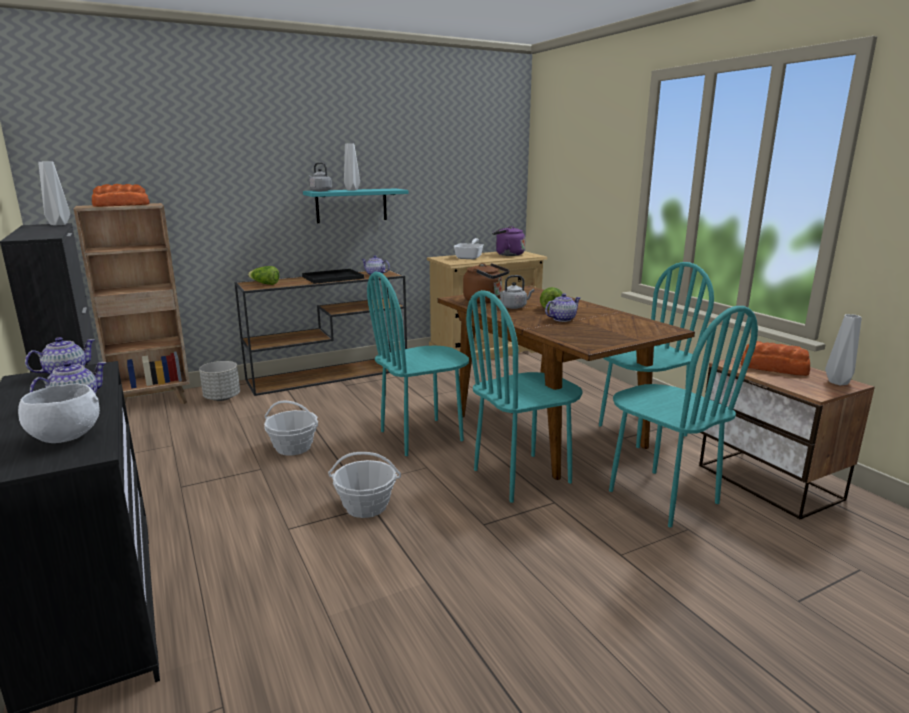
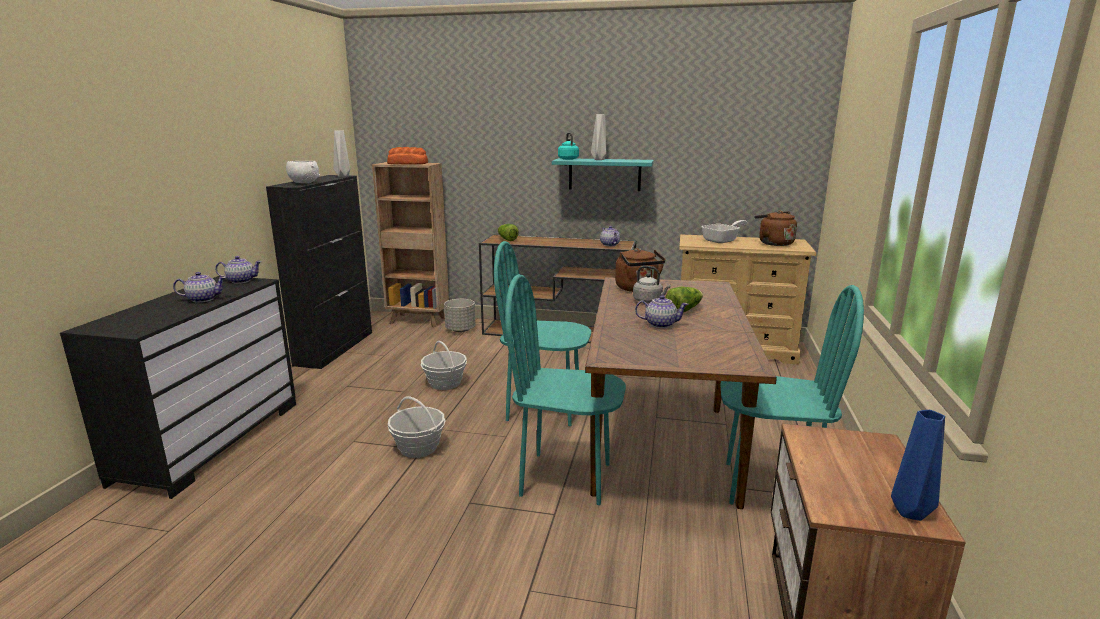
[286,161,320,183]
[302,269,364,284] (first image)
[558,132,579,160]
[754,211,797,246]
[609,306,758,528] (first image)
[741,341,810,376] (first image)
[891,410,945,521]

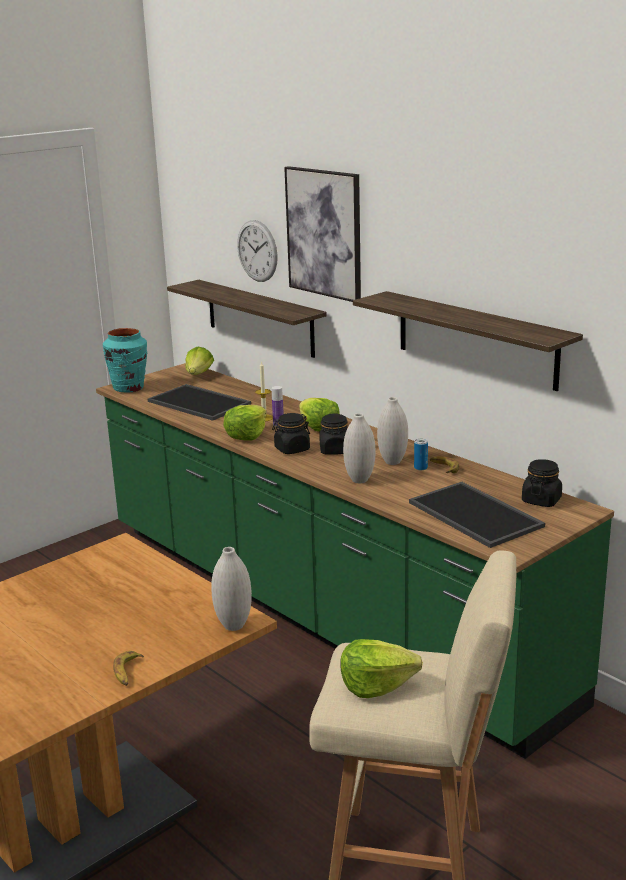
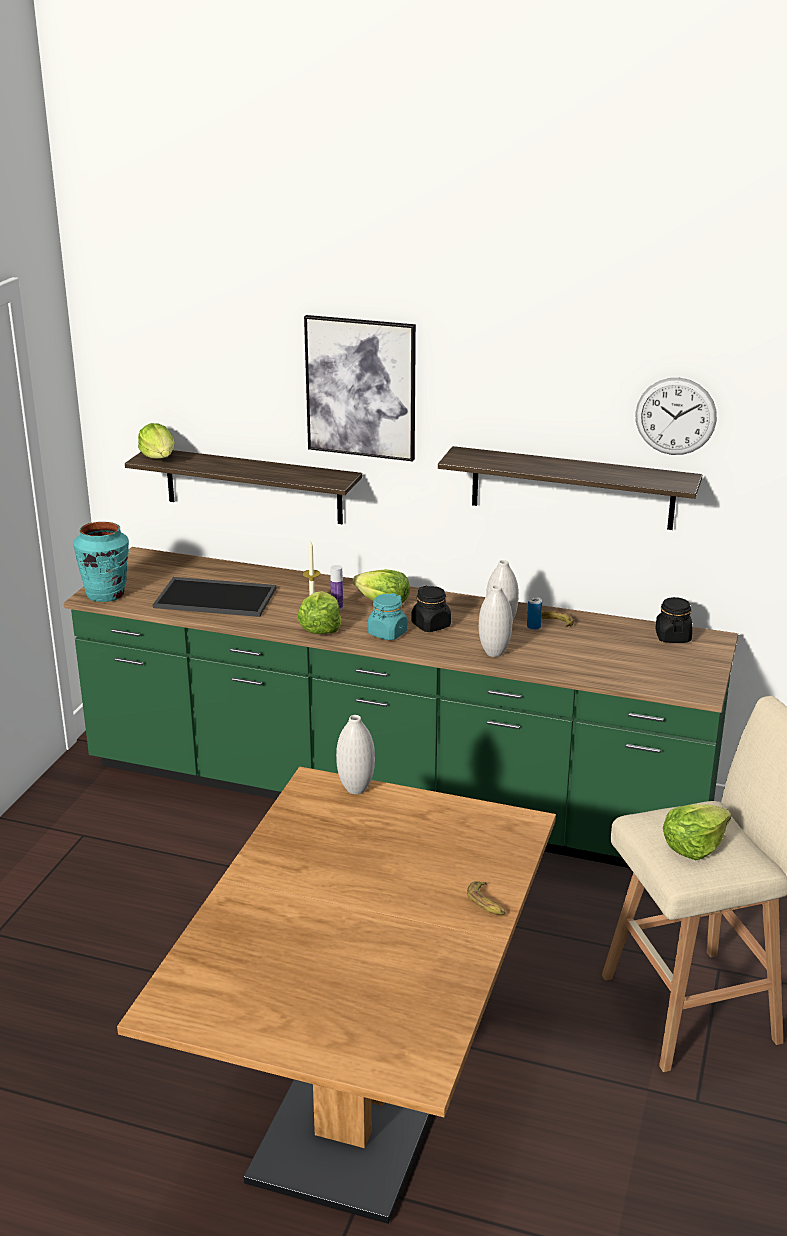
[138,423,175,459]
[336,715,375,794]
[635,378,717,455]
[368,593,408,640]
[409,482,545,548] (first image)

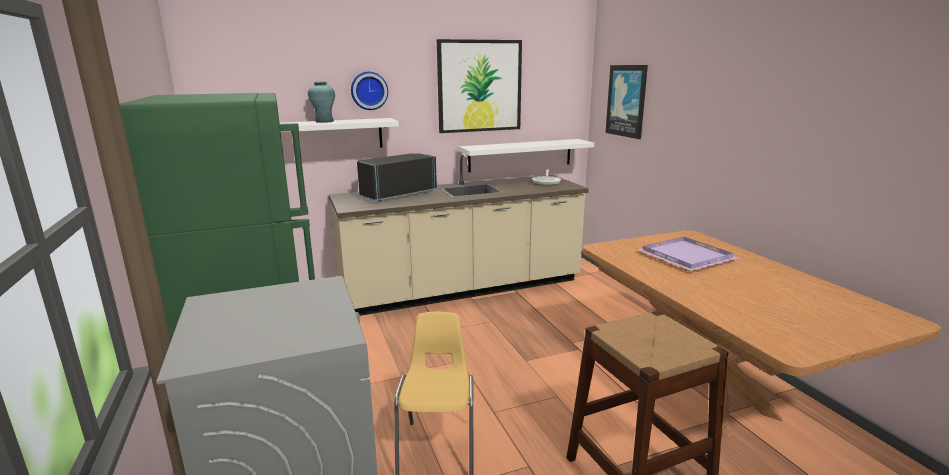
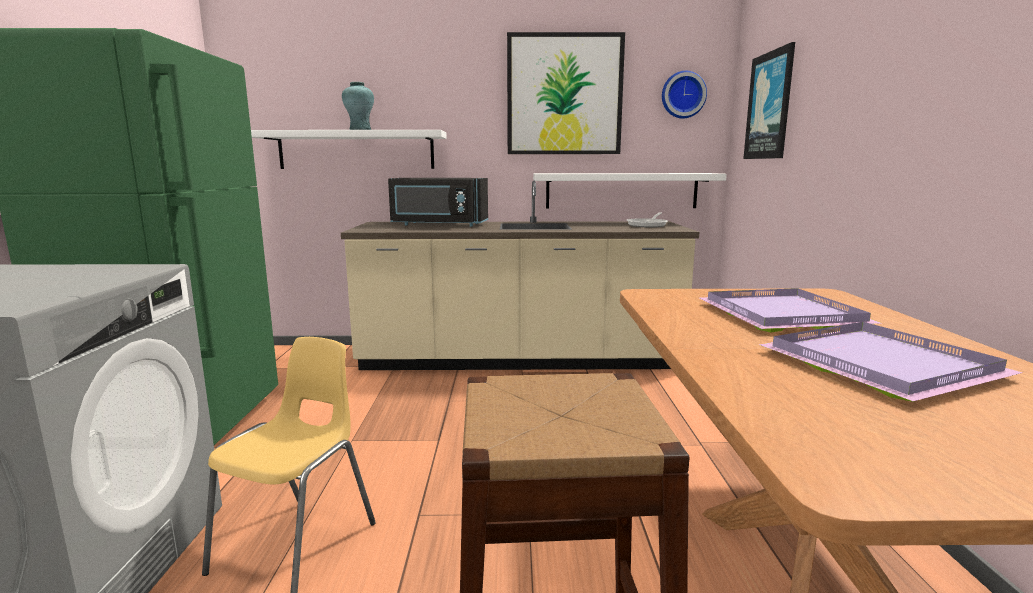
[662,71,707,118]
[388,178,488,227]
[759,322,1023,402]

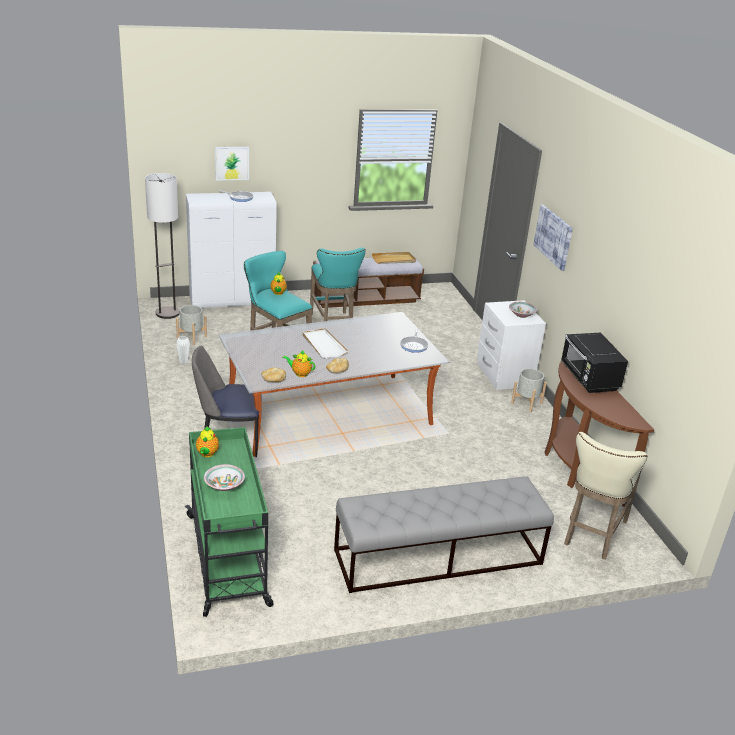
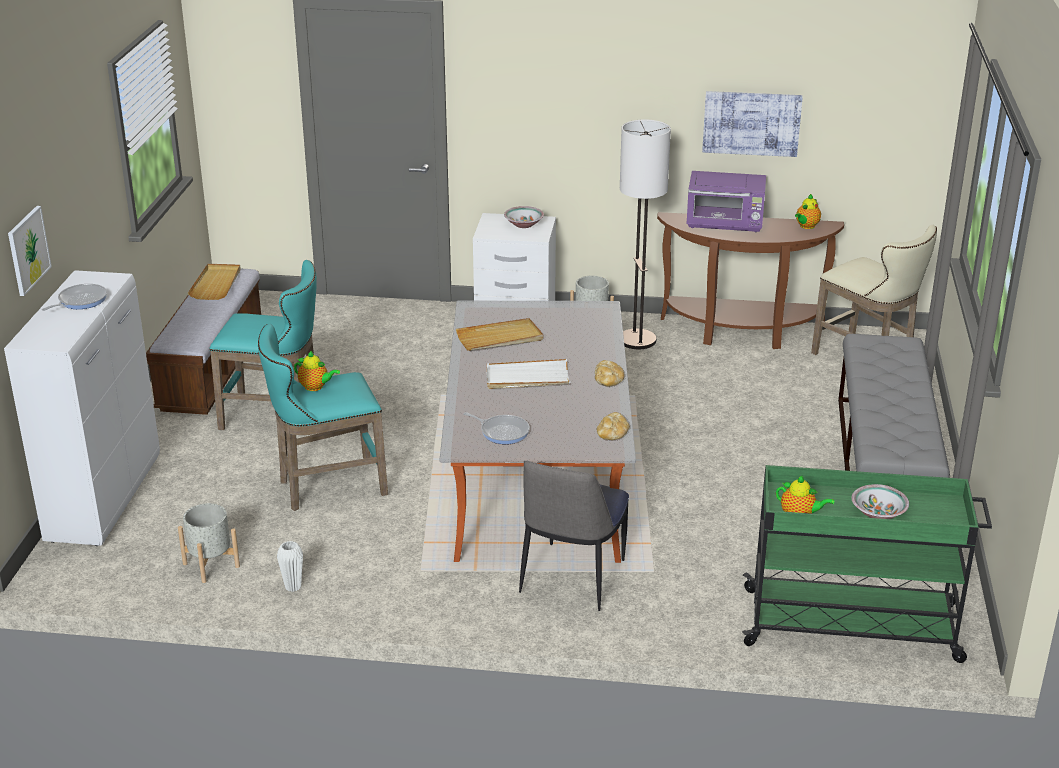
[620,119,671,349]
[795,194,821,229]
[463,412,530,444]
[702,91,803,157]
[687,171,766,232]
[456,318,543,351]

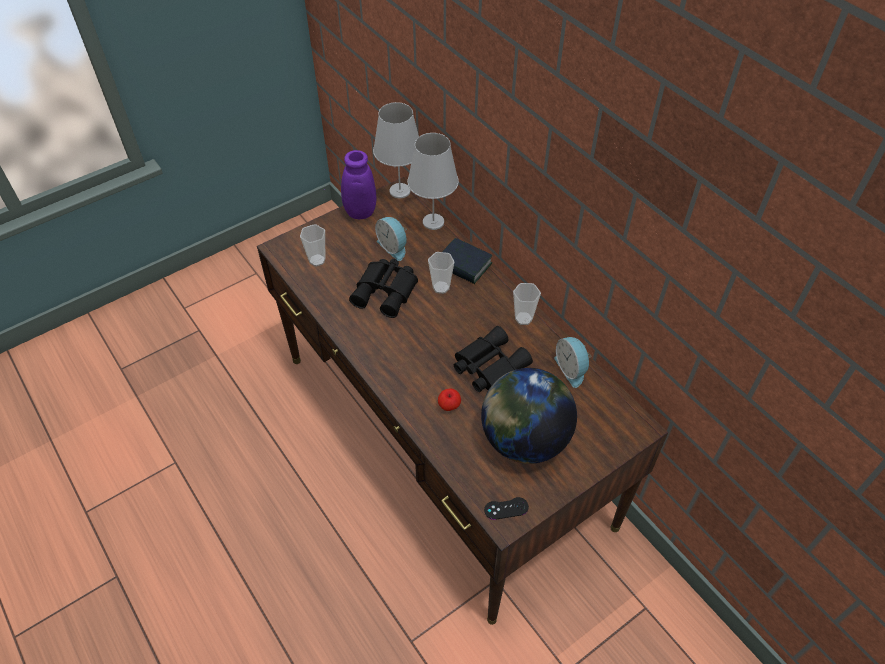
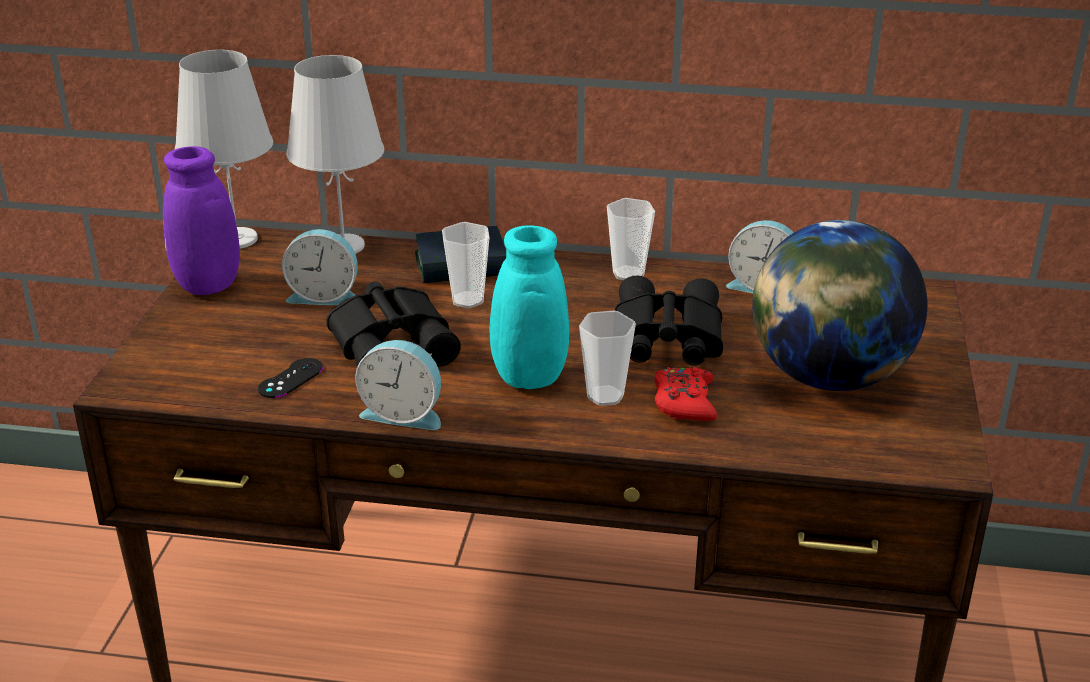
[579,310,636,406]
[654,367,717,421]
[258,358,323,398]
[355,340,441,430]
[490,226,569,389]

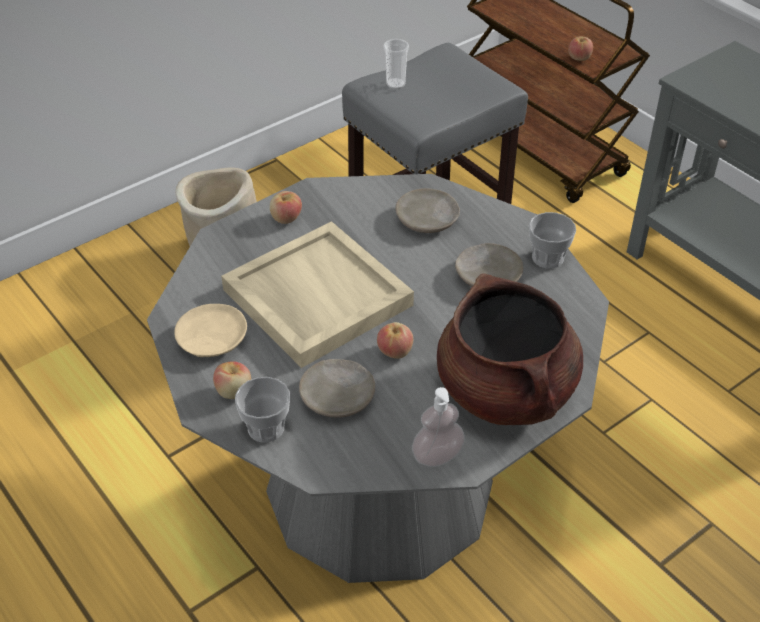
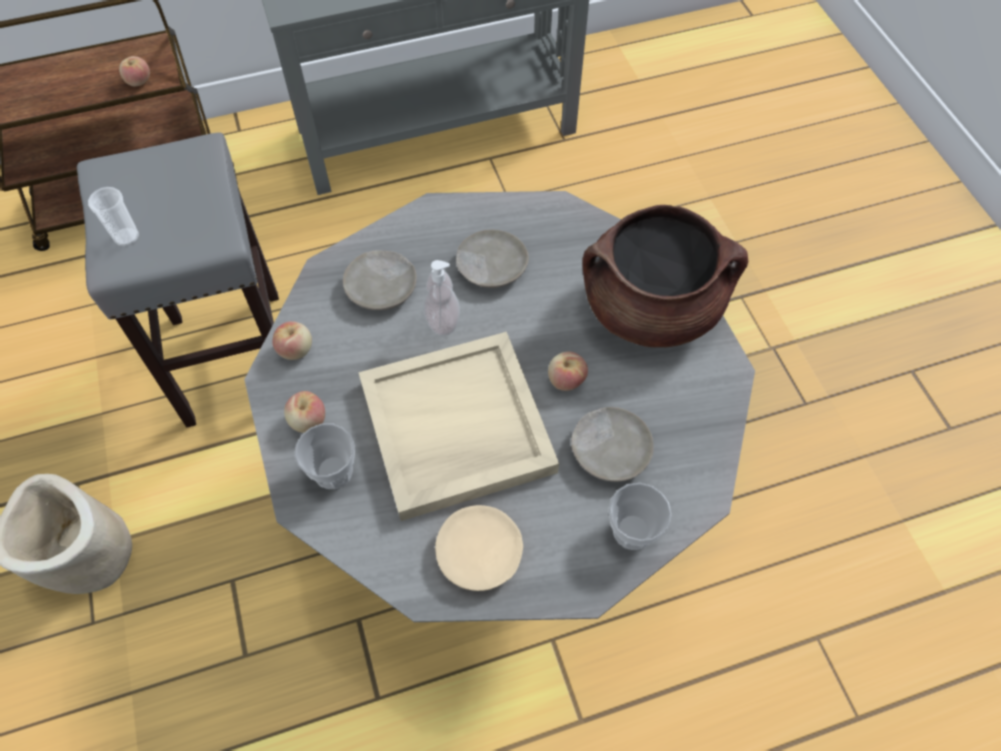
[272,321,312,360]
[424,260,460,336]
[294,424,355,489]

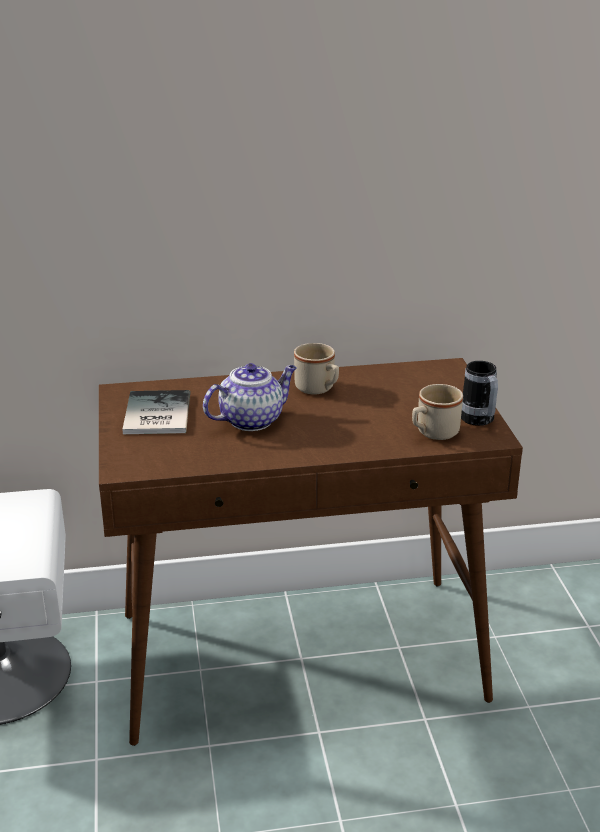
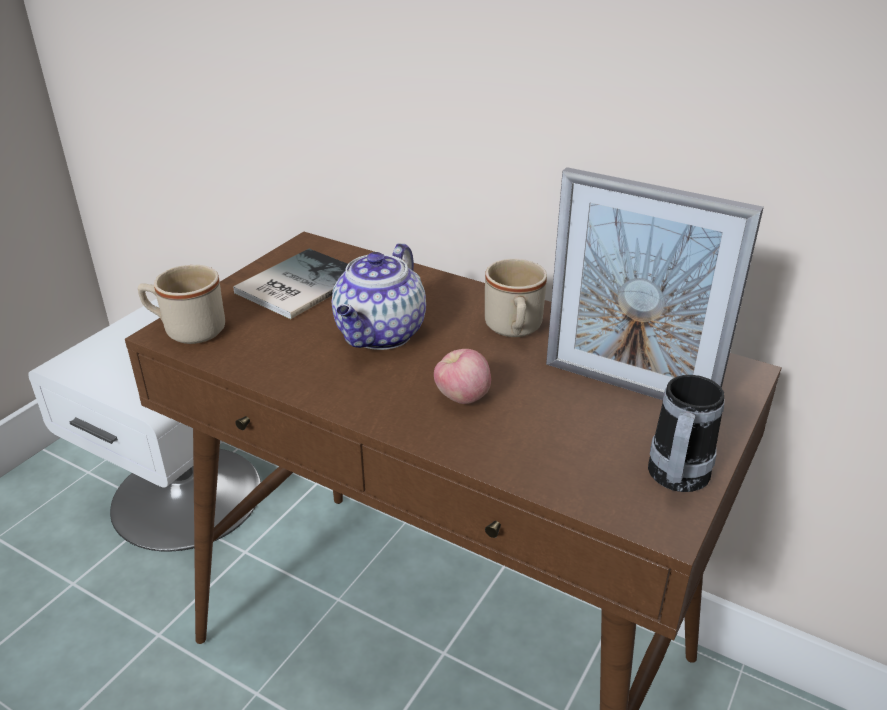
[332,243,426,350]
[138,265,225,344]
[434,349,491,404]
[546,167,764,400]

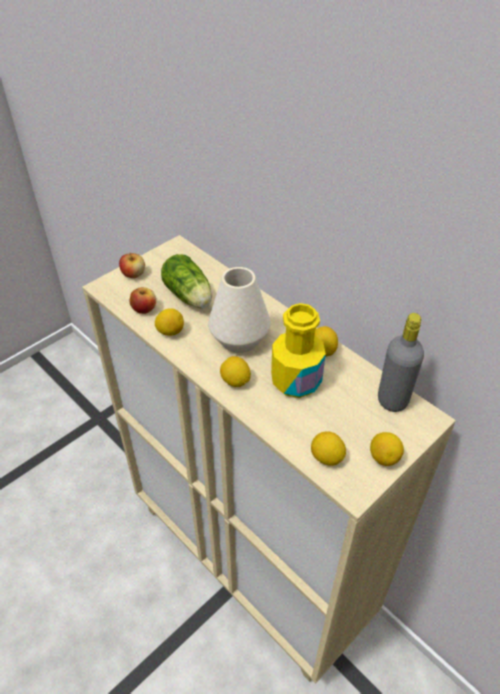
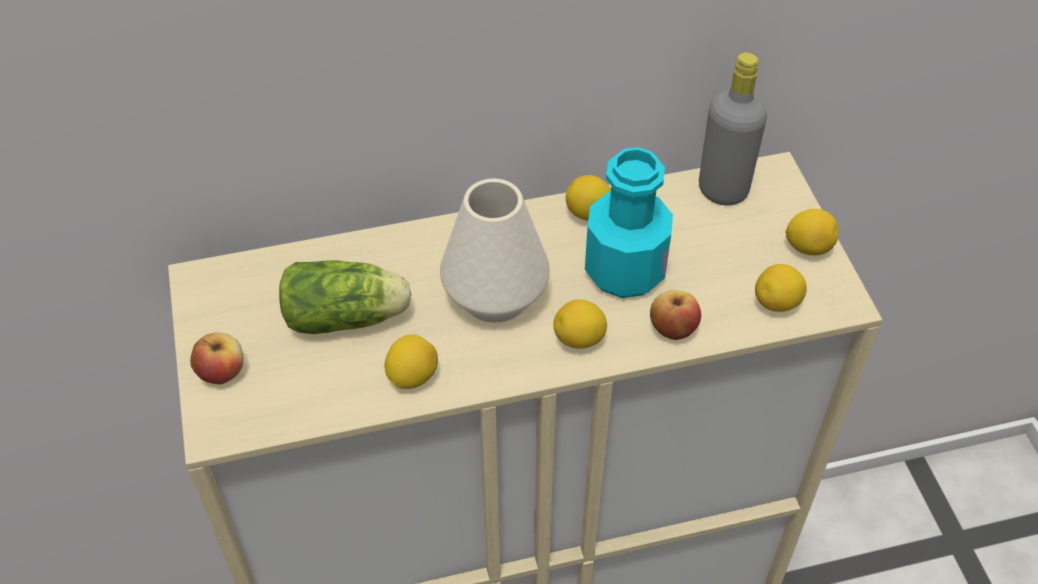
[650,290,701,340]
[585,147,673,298]

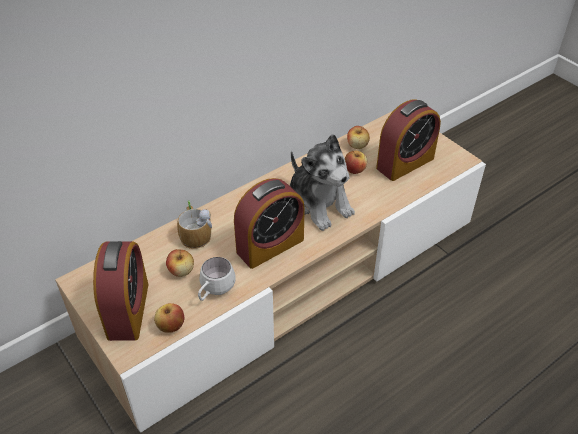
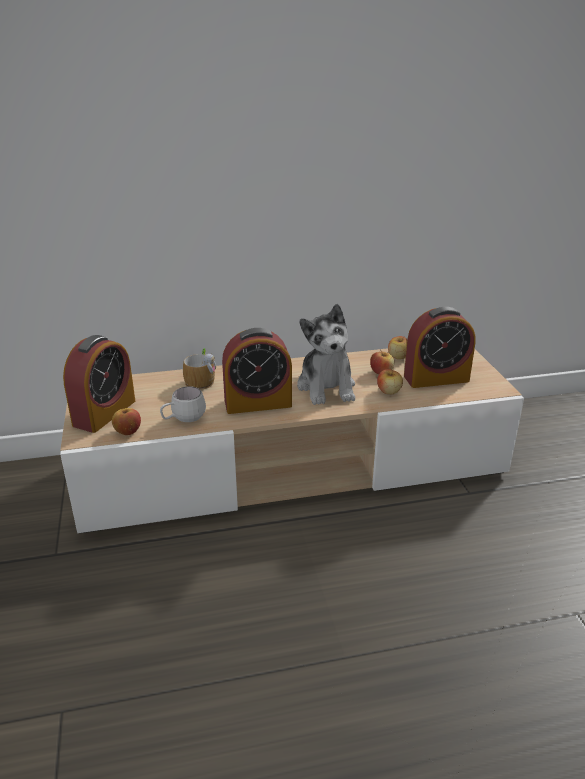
[377,368,403,395]

